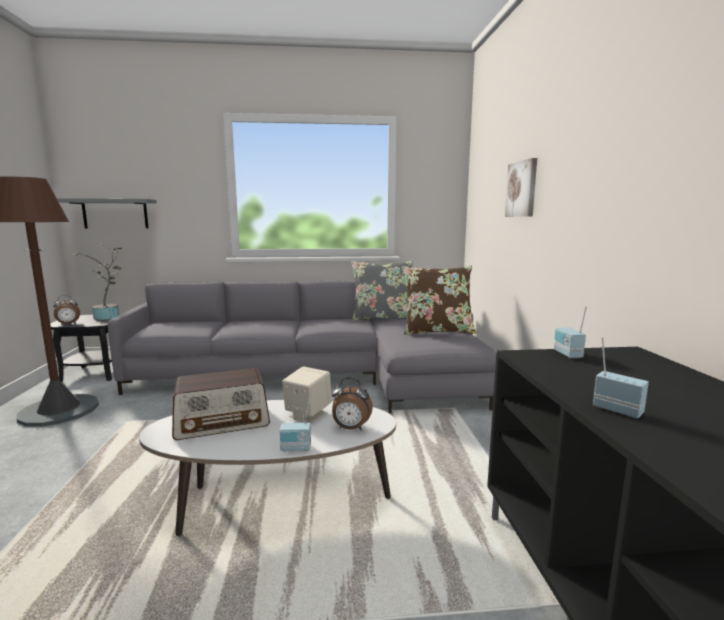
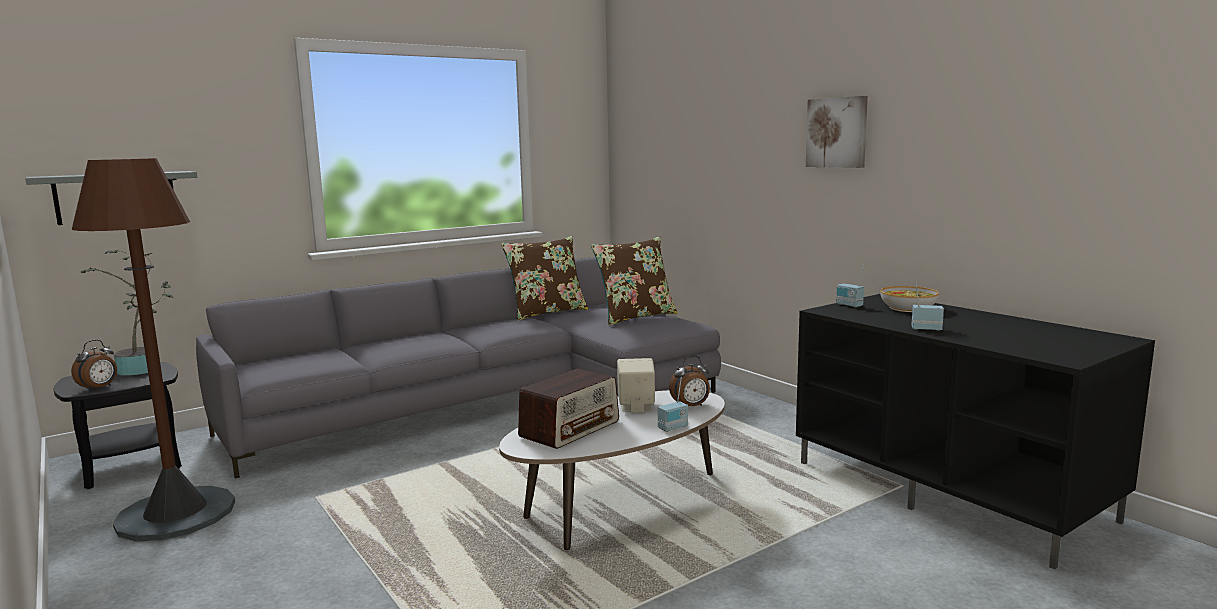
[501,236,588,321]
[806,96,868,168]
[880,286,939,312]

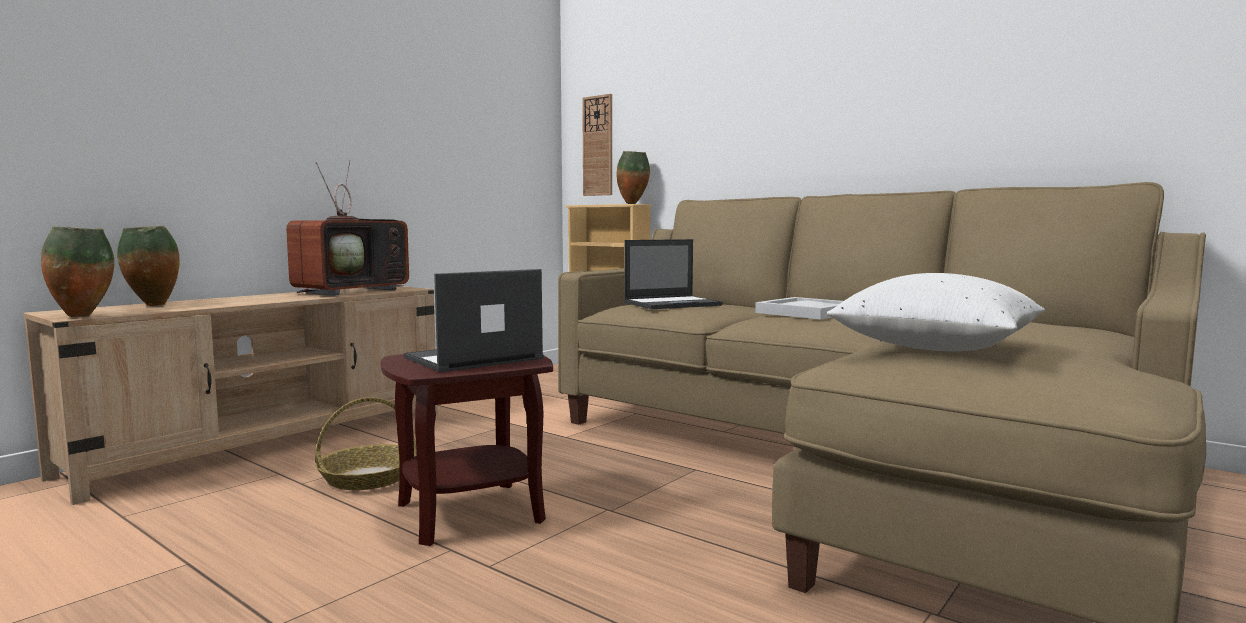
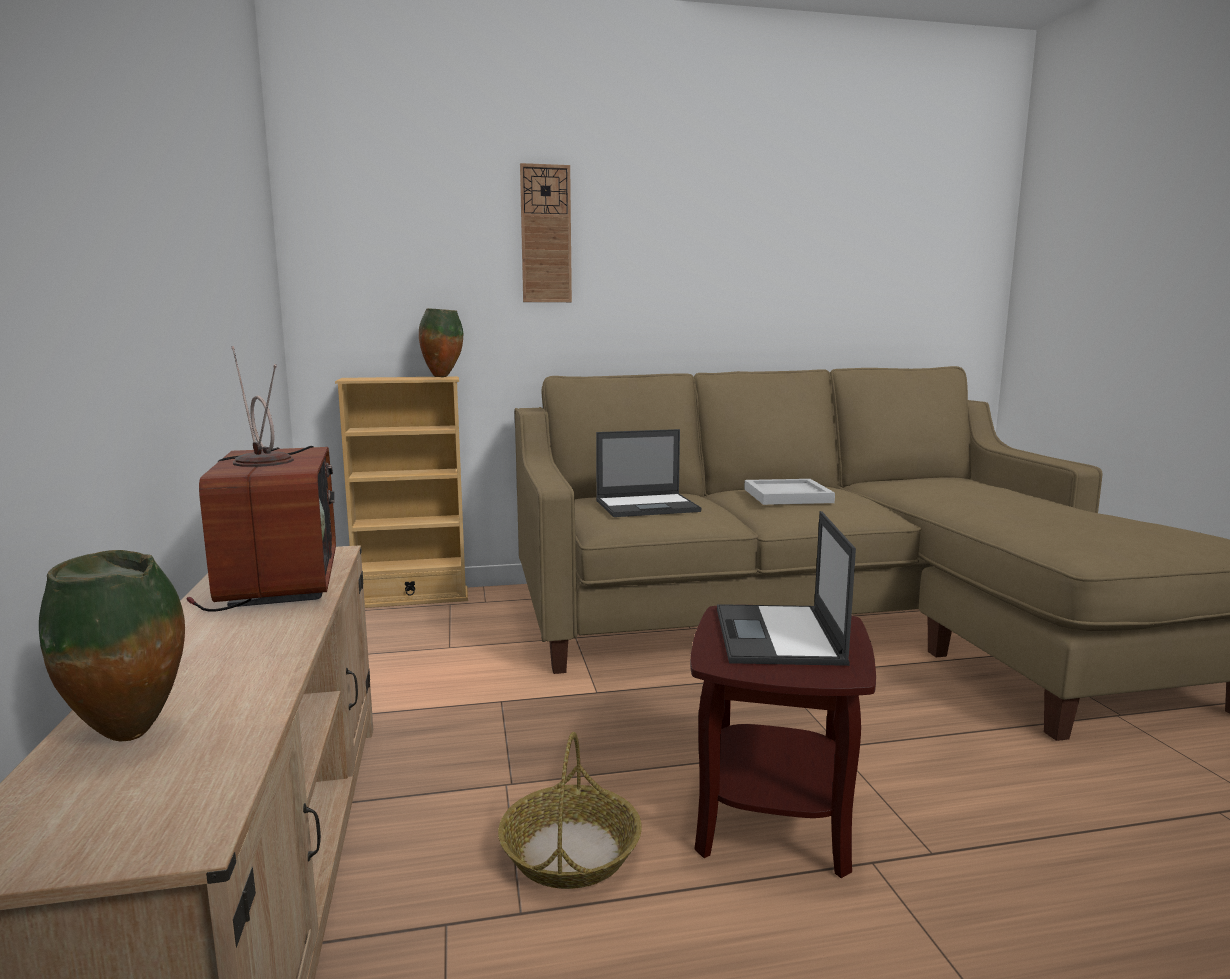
[41,226,115,317] (first image)
[520,163,572,302]
[596,429,702,517]
[827,273,1045,351] (first image)

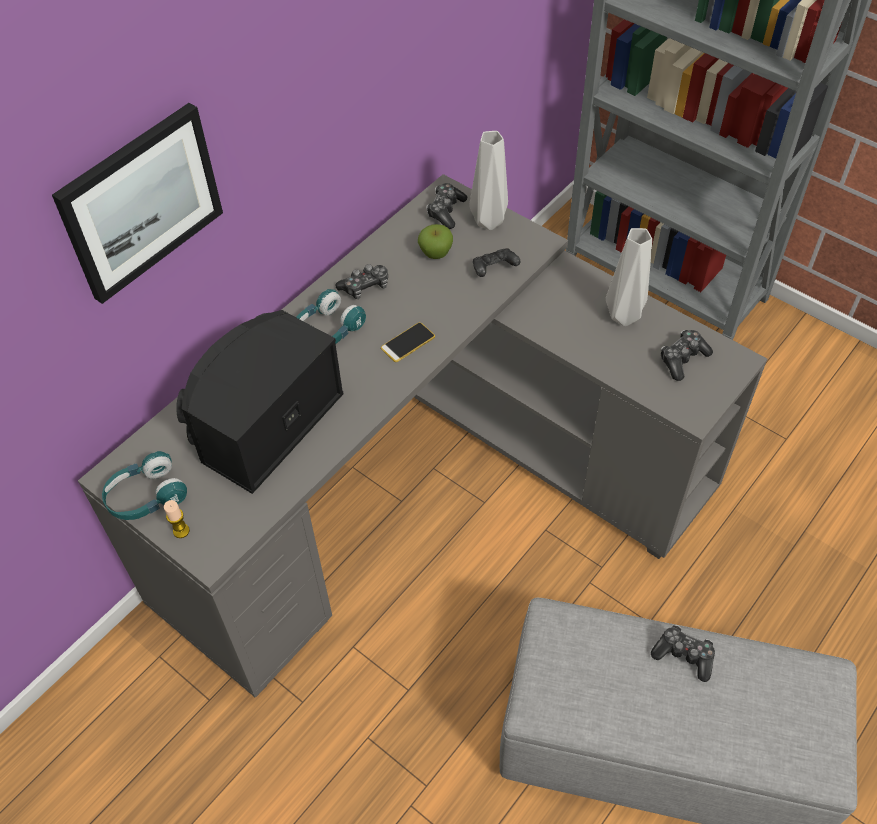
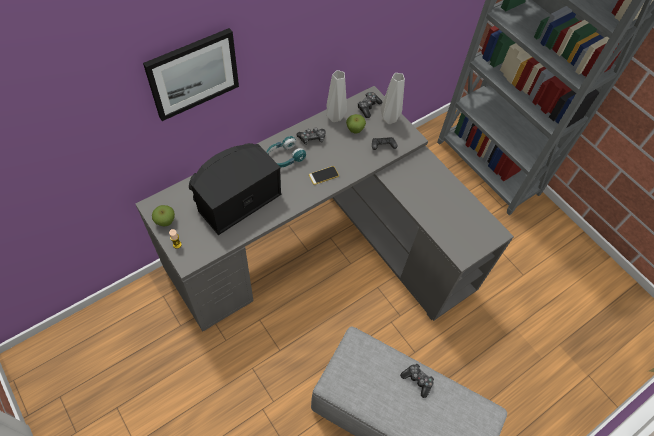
[152,205,175,227]
[326,70,347,122]
[660,330,713,381] (first image)

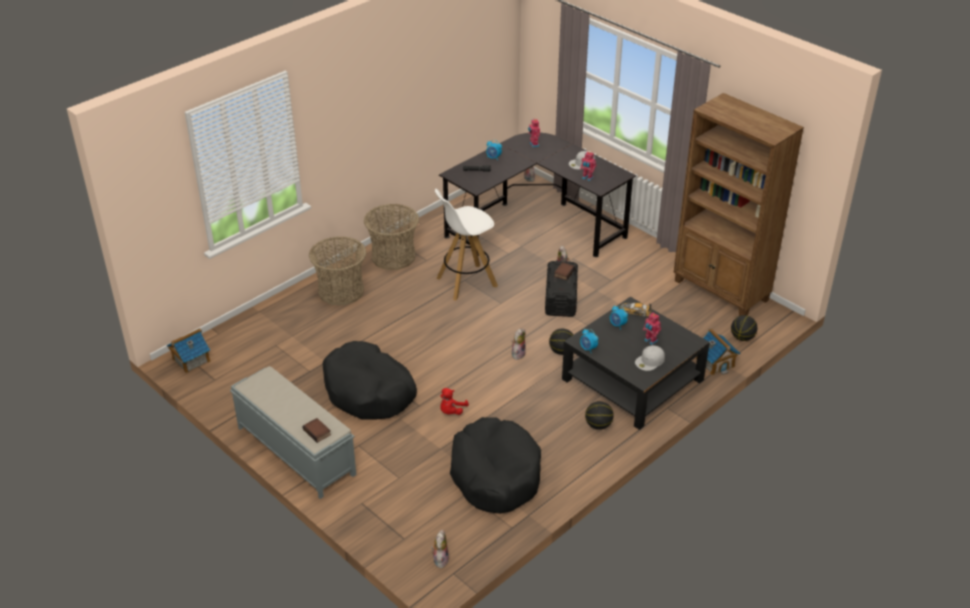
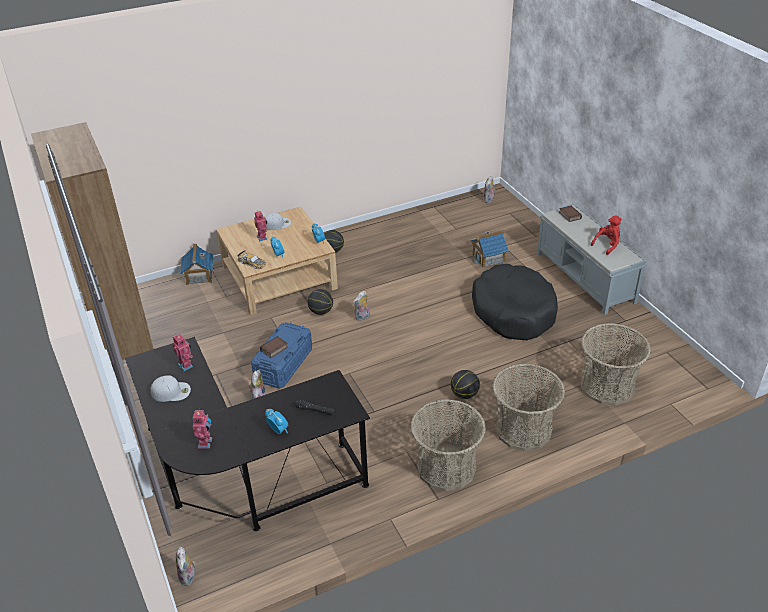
[471,230,509,268]
[435,189,498,300] (first image)
[591,215,622,255]
[450,417,541,514] (first image)
[251,322,312,389]
[216,207,338,315]
[451,370,480,399]
[581,323,651,405]

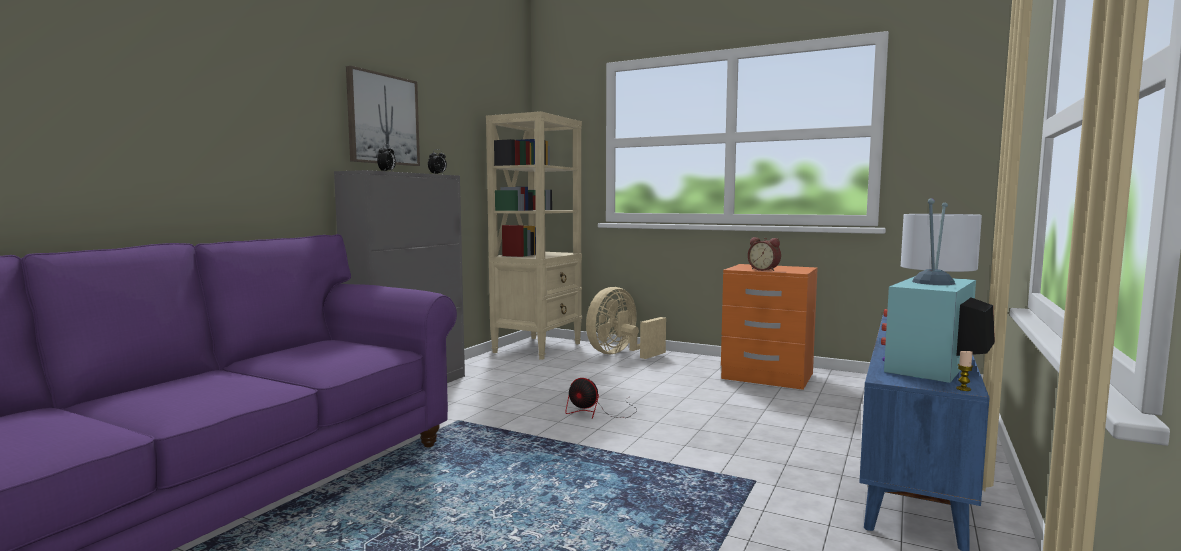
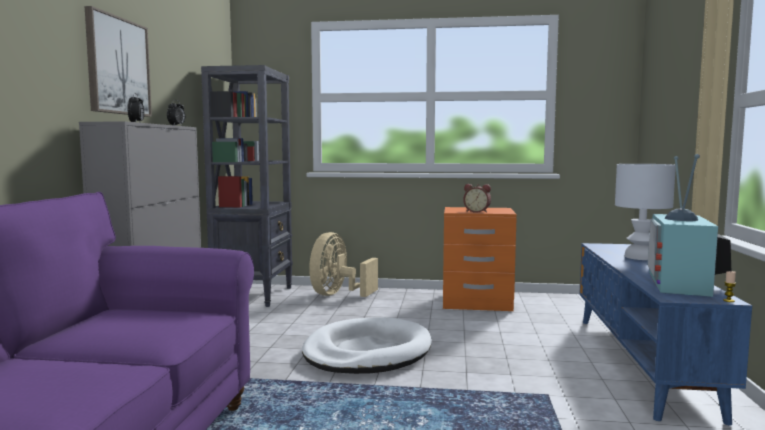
[201,65,293,307]
[302,317,432,374]

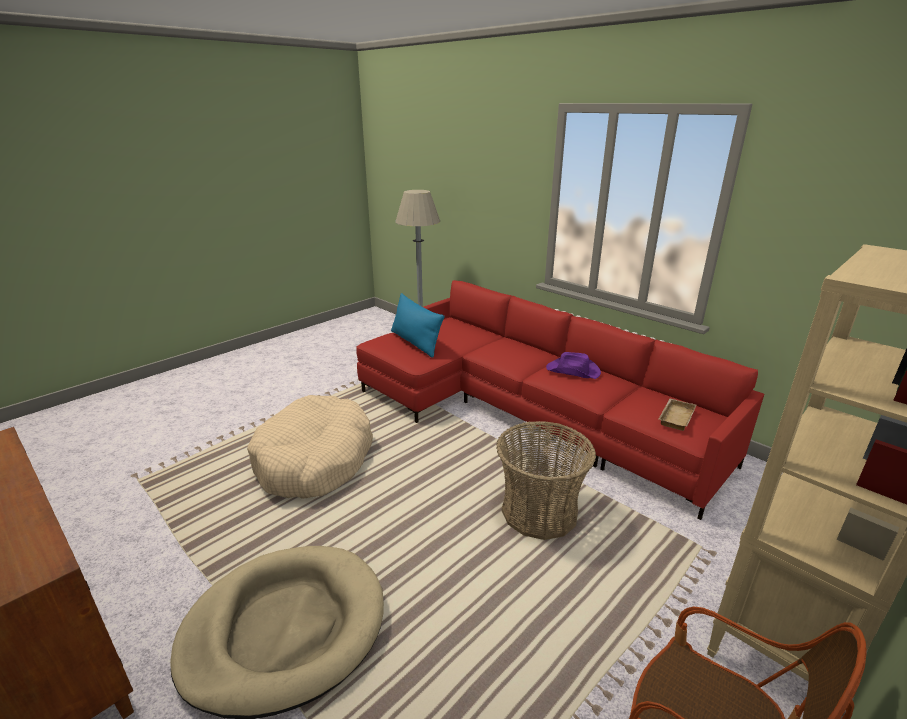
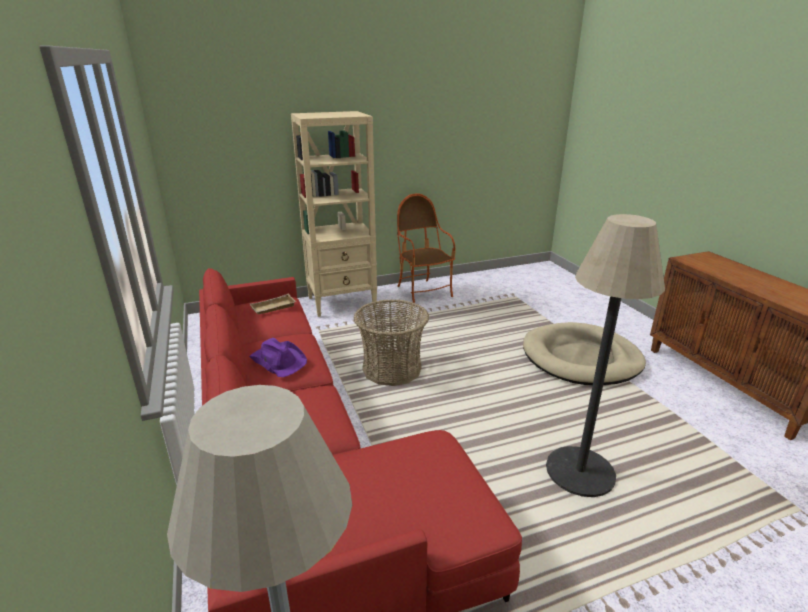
[546,214,665,497]
[391,293,445,357] (first image)

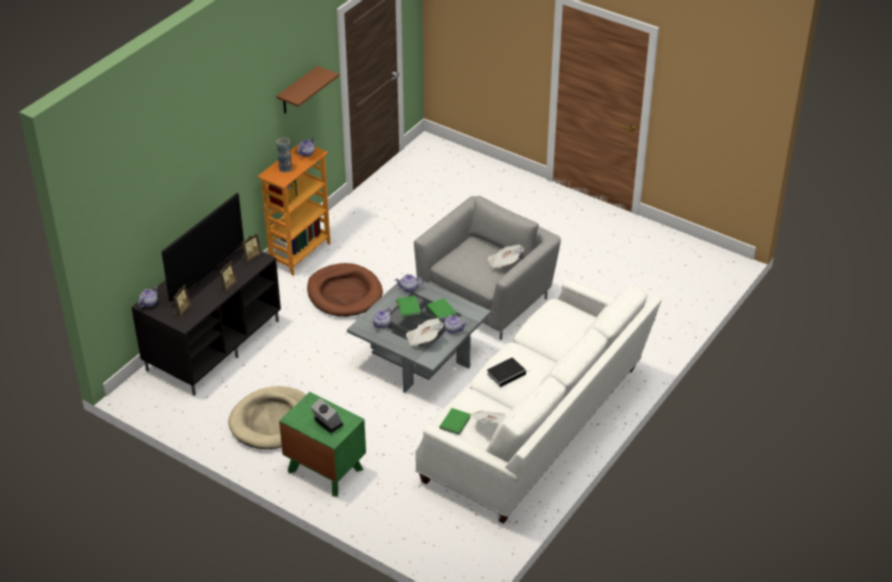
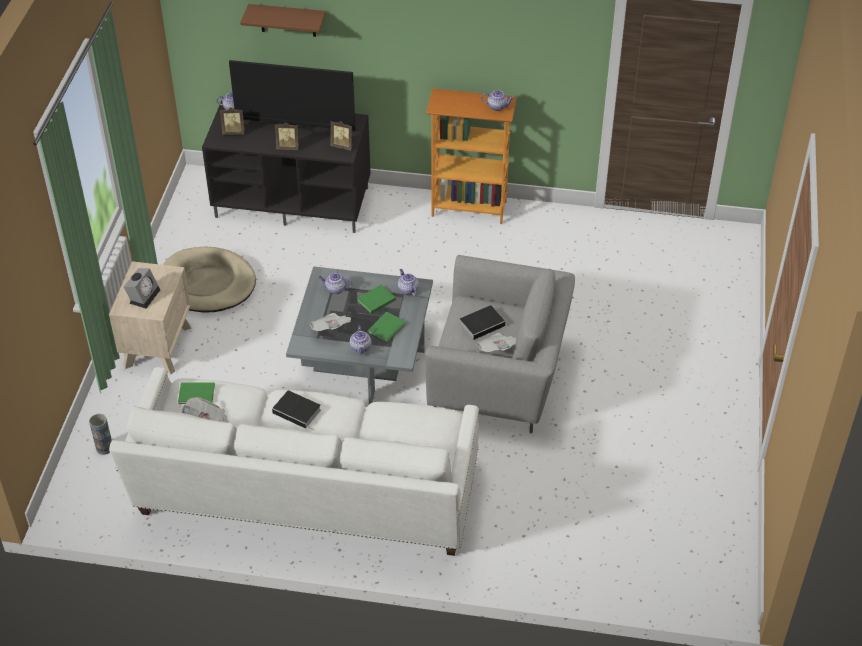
[240,4,326,37]
[89,414,112,455]
[109,261,192,374]
[307,263,383,317] (first image)
[460,305,510,340]

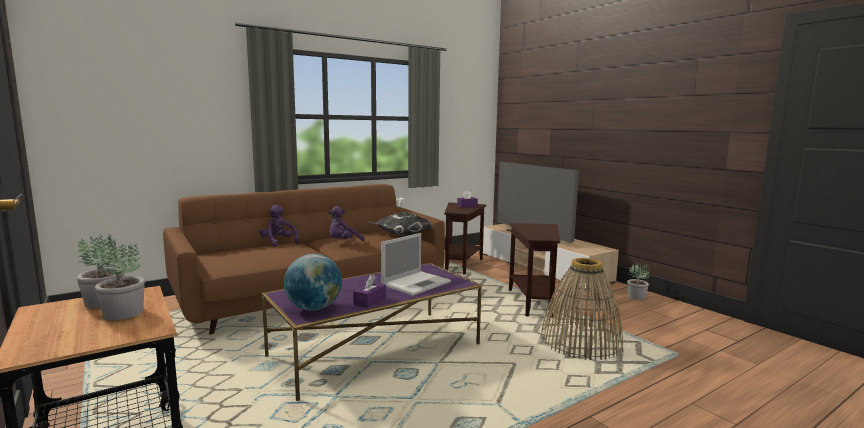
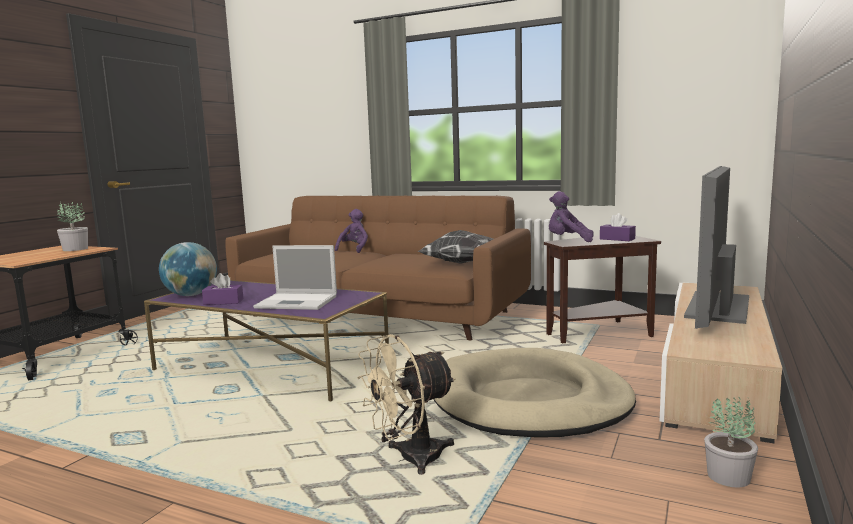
[95,243,145,320] (first image)
[549,191,594,242]
[433,348,636,438]
[357,334,456,475]

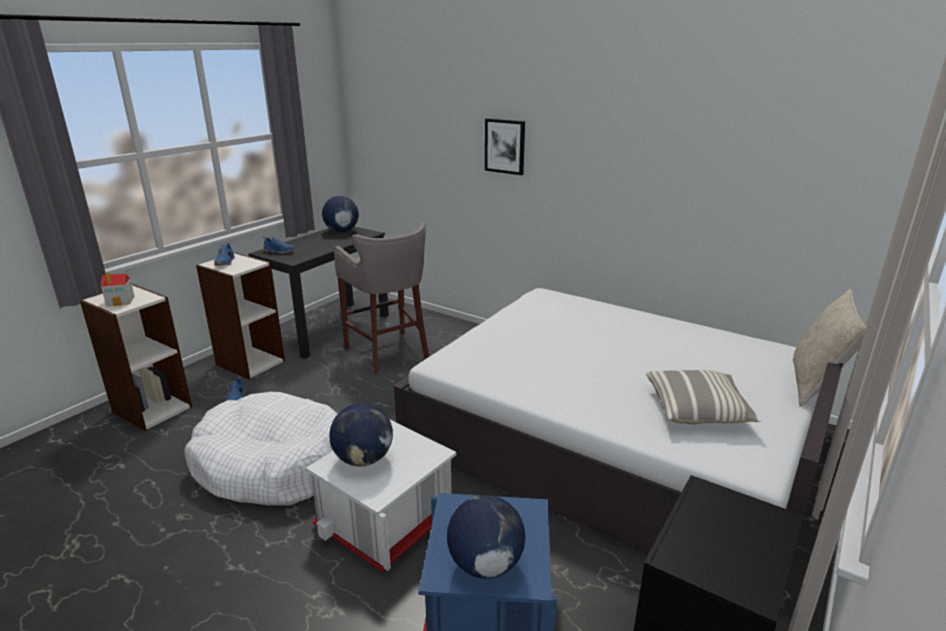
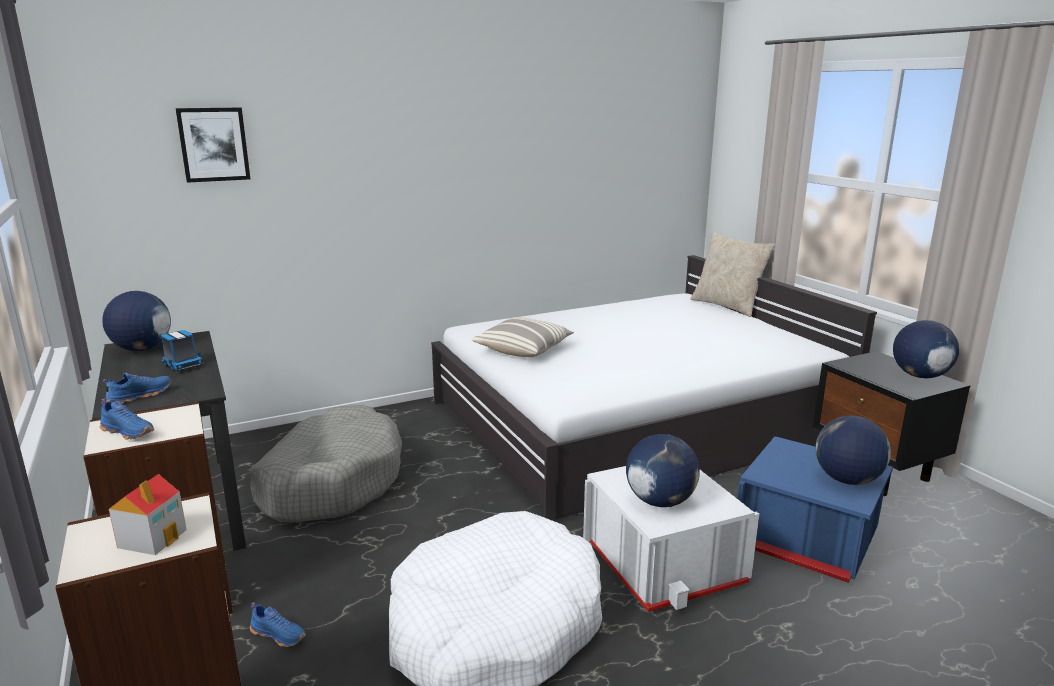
[250,405,402,522]
[175,108,250,183]
[472,317,574,357]
[161,330,204,371]
[893,320,959,378]

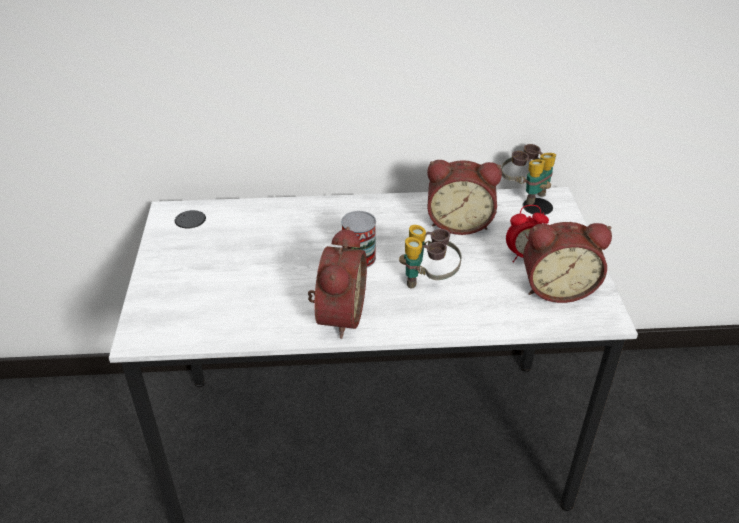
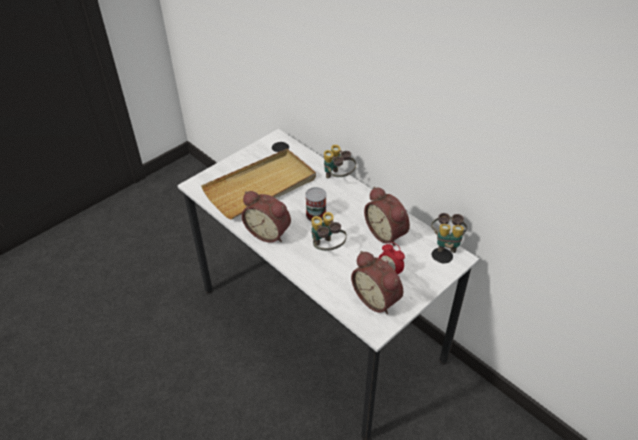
[242,191,291,243]
[201,149,316,220]
[324,145,356,178]

